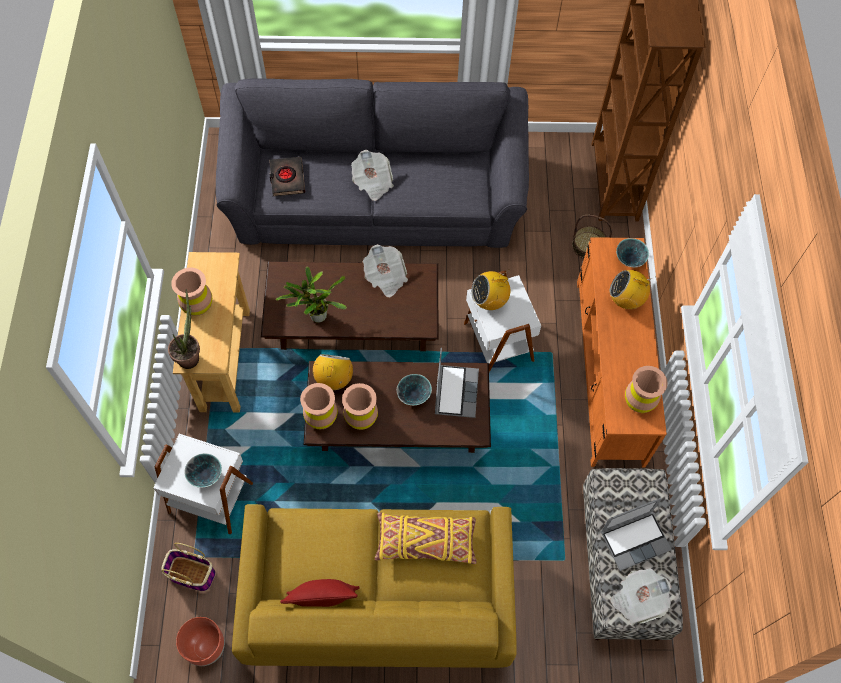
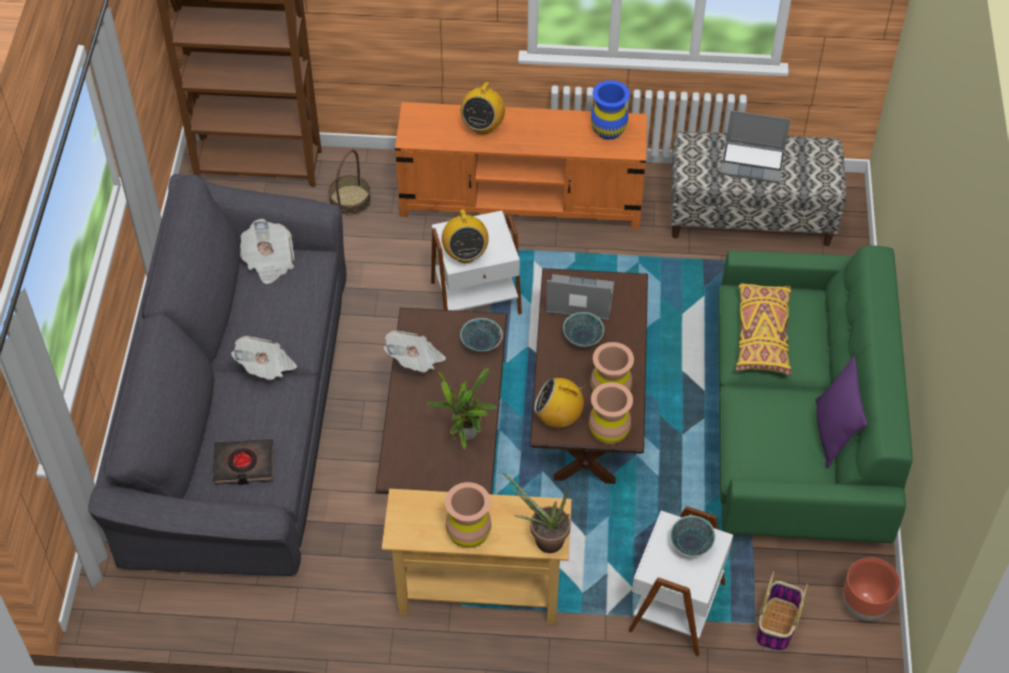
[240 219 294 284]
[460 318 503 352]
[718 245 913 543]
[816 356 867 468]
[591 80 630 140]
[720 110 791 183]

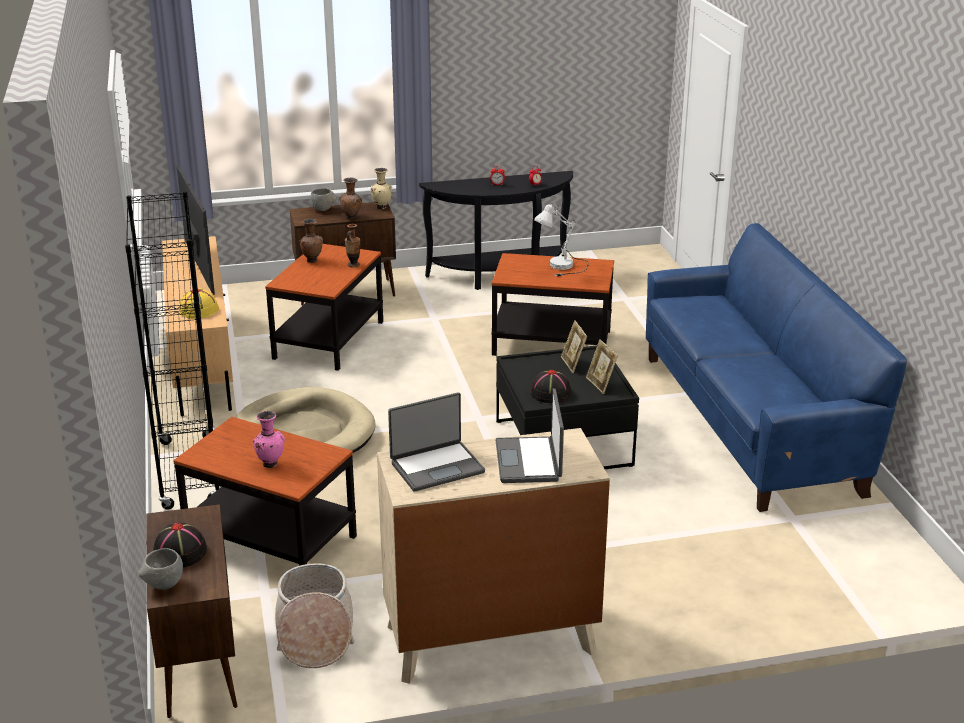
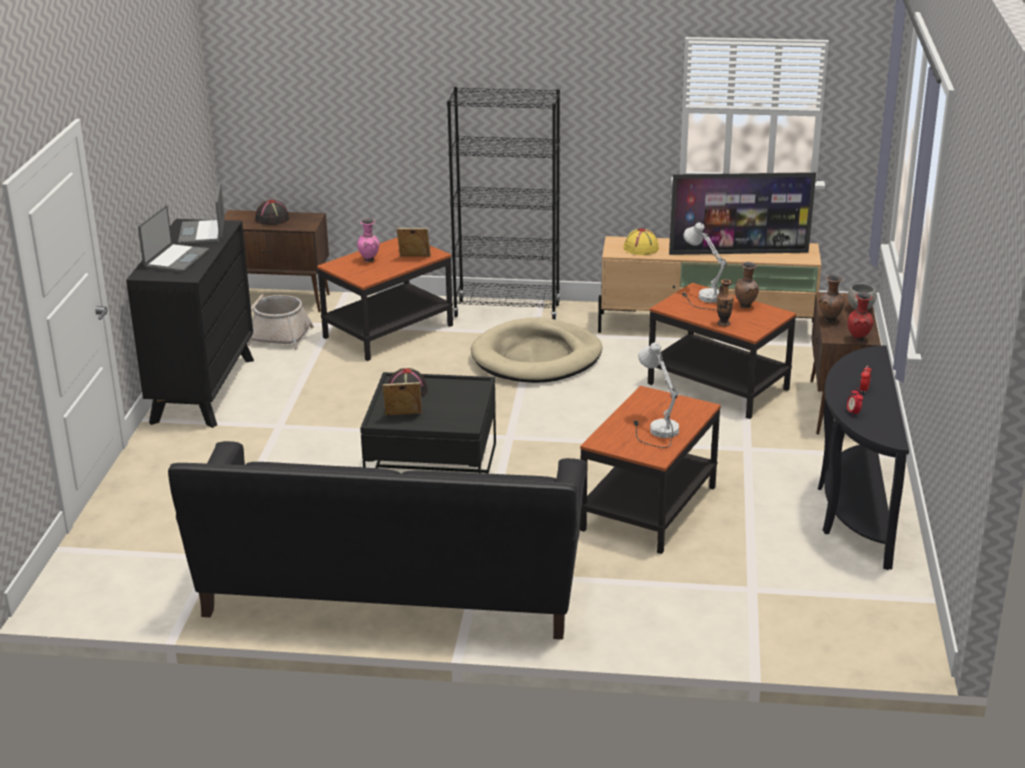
[138 548 183 590] (first image)
[682 222 727 310]
[396 228 431 257]
[848 292 874 342]
[126 219 254 428]
[168 441 587 640]
[138 206 209 273]

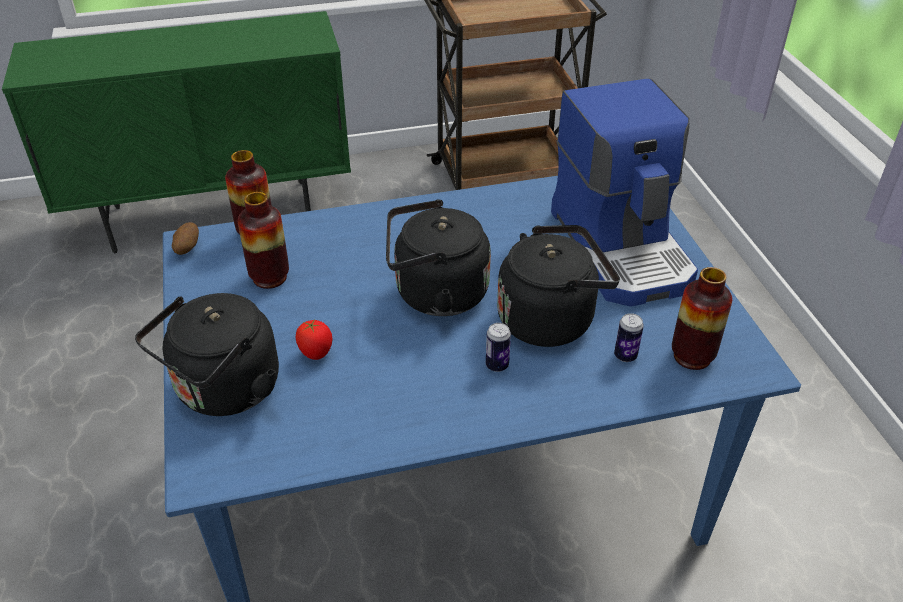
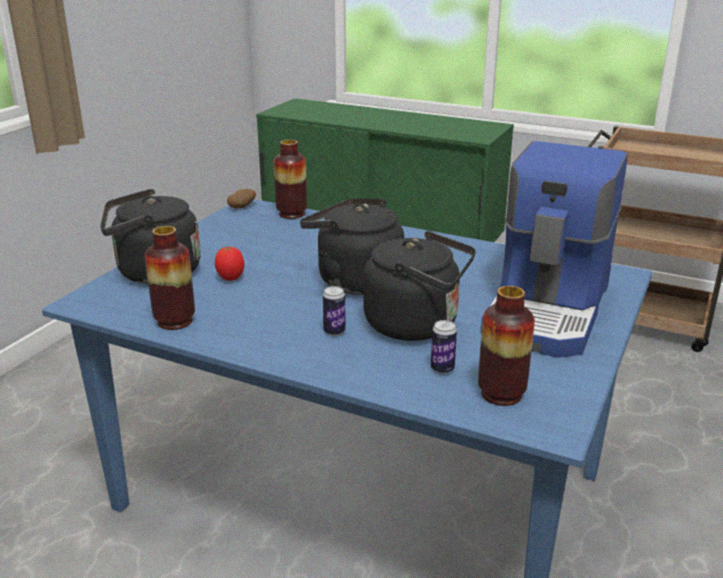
[145 226 195 330]

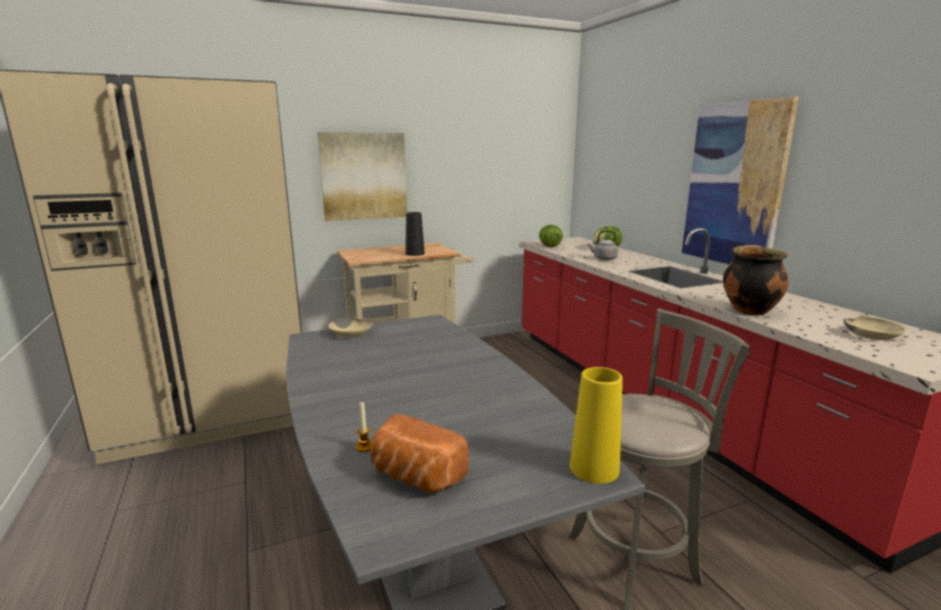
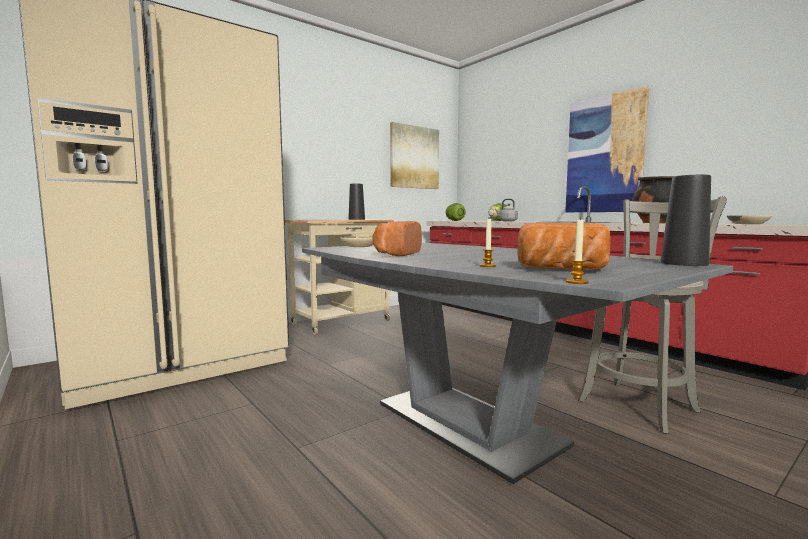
[373 221 422 256]
[566 217 589 284]
[390 122 439 189]
[660 175 711 266]

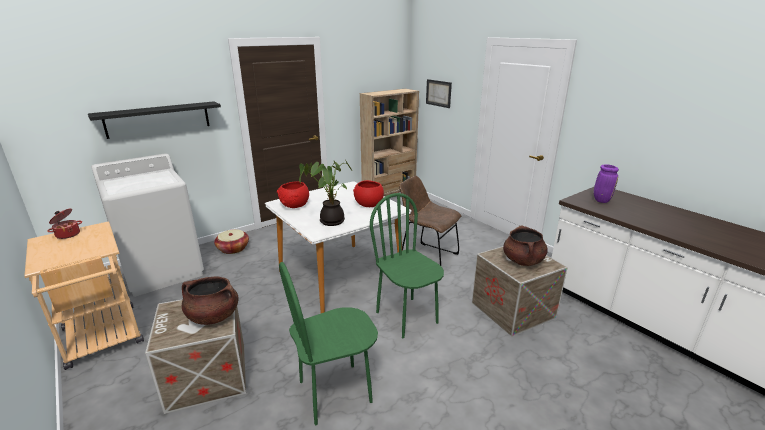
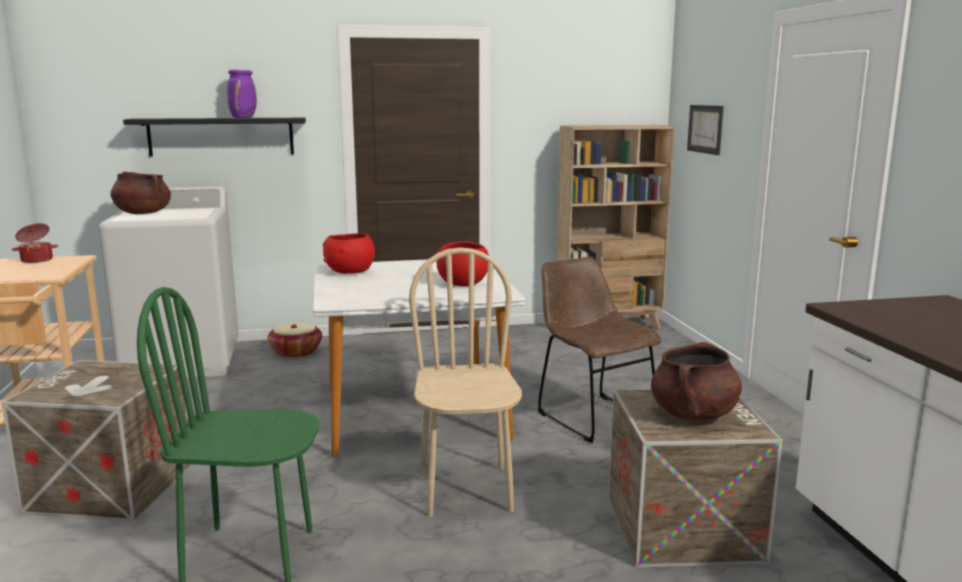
[299 160 354 226] (first image)
[110 171 171 214]
[227 70 257 118]
[409 247 522 517]

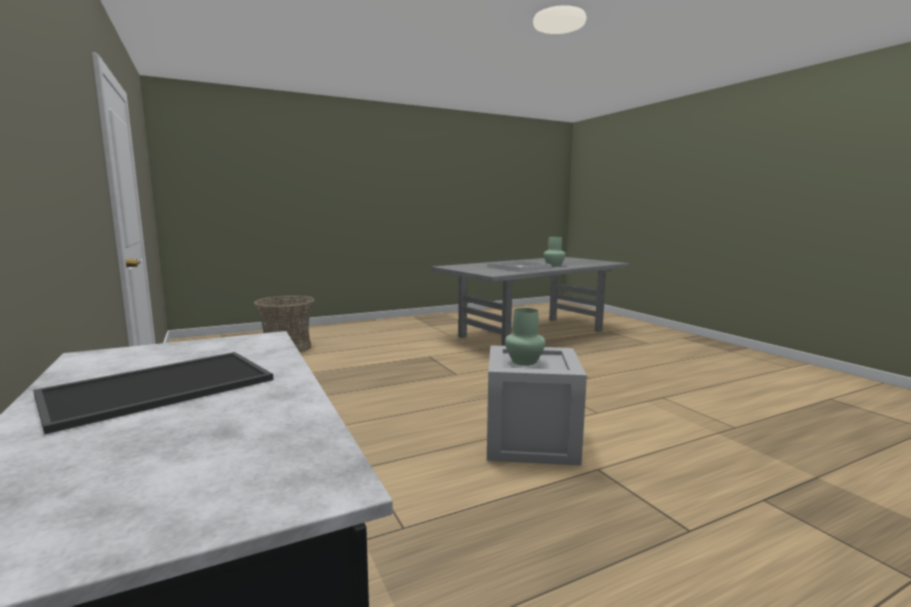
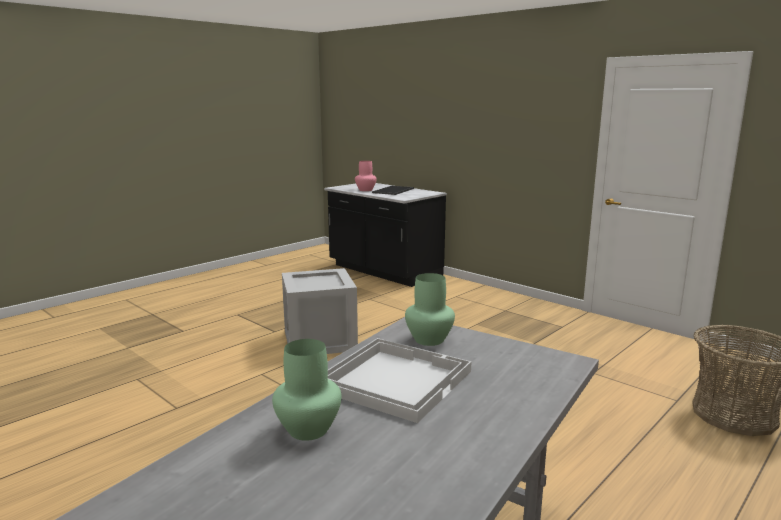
[355 161 377 191]
[405 273 455 346]

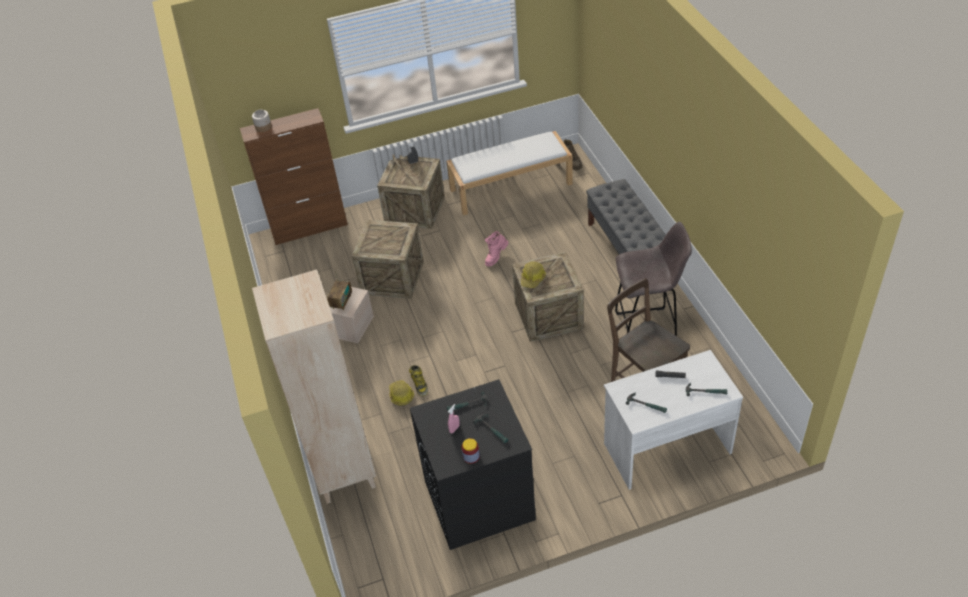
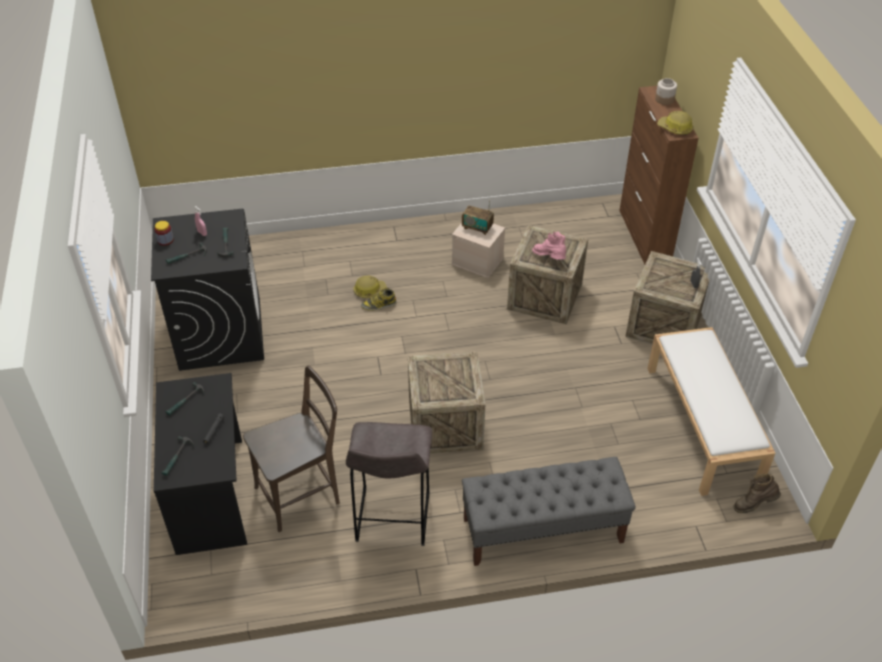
[252 270 376 504] (first image)
[532 232 566 260]
[657 111 694 135]
[154 373 247 555]

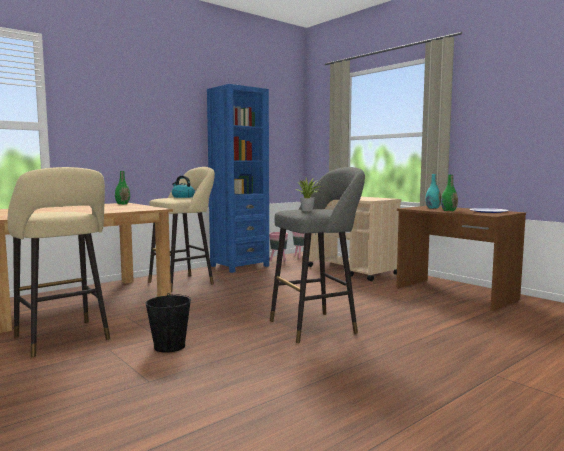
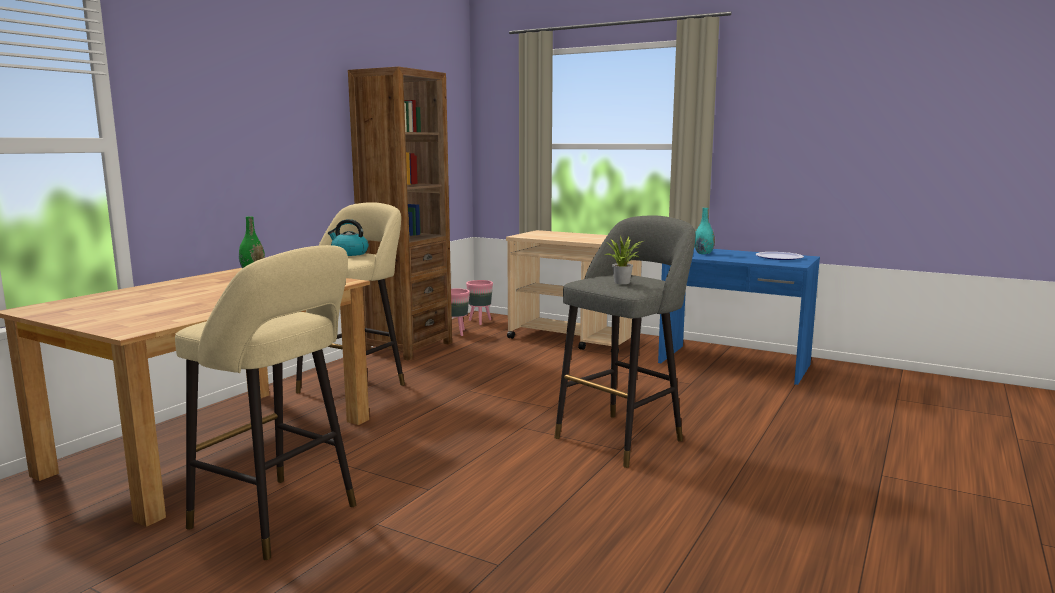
[145 293 191 353] (first image)
[441 175 458 211] (first image)
[348 67 452 361]
[658 247 820 385]

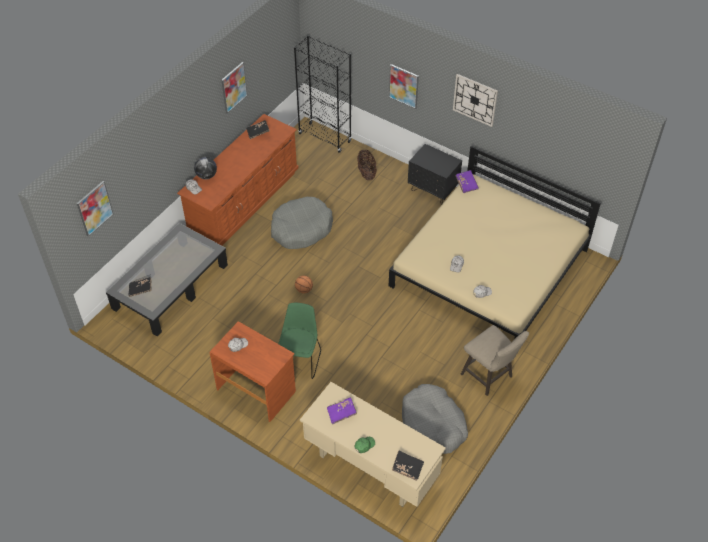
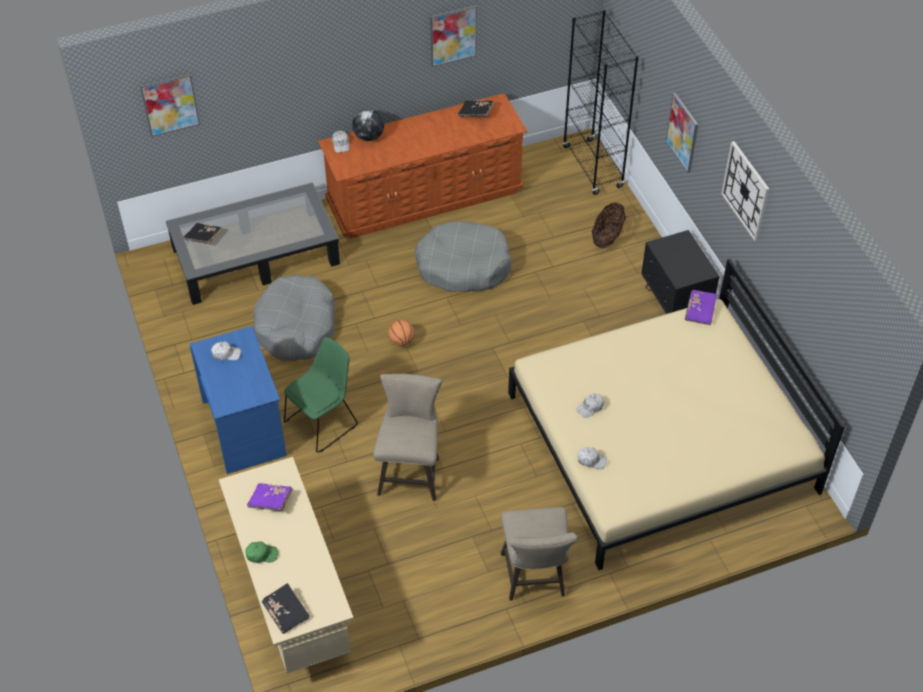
[373 374 442 501]
[253 274 335 361]
[190 326 287 474]

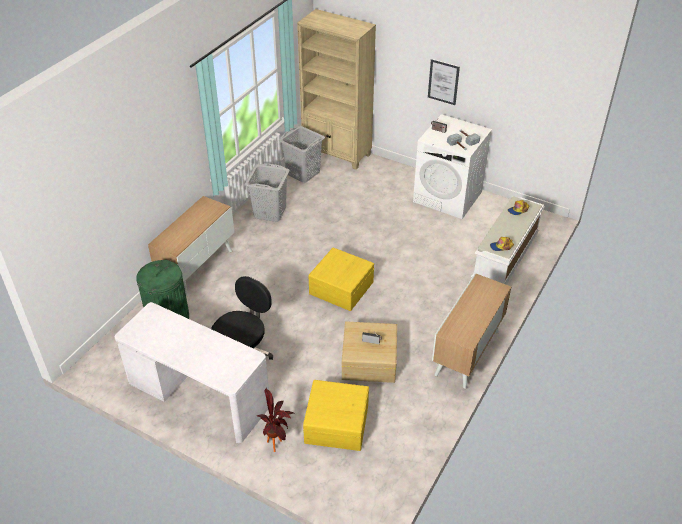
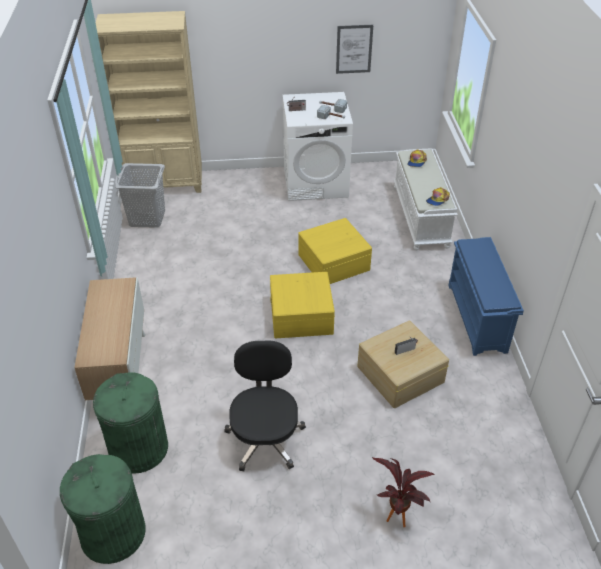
[115 302 269 443] (first image)
[245 163 290 222] (first image)
[60 454 146 564]
[298 218 372 284]
[336 25 373 74]
[448 237 524 356]

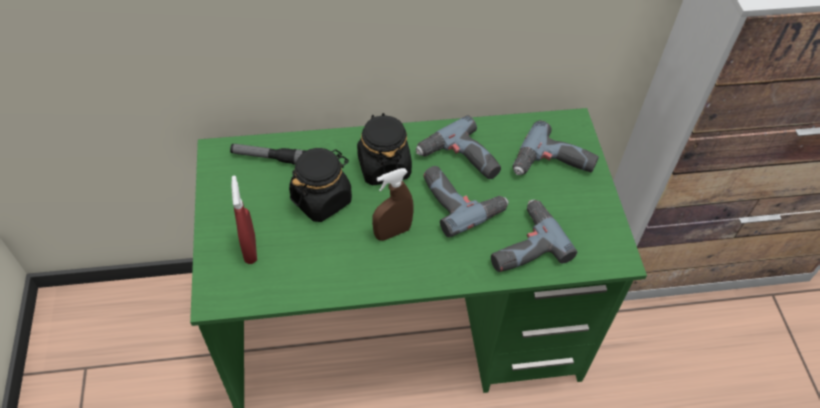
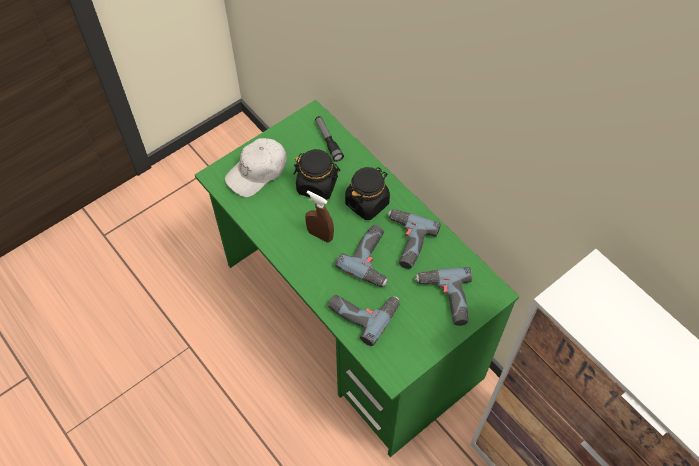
[225 138 287 197]

